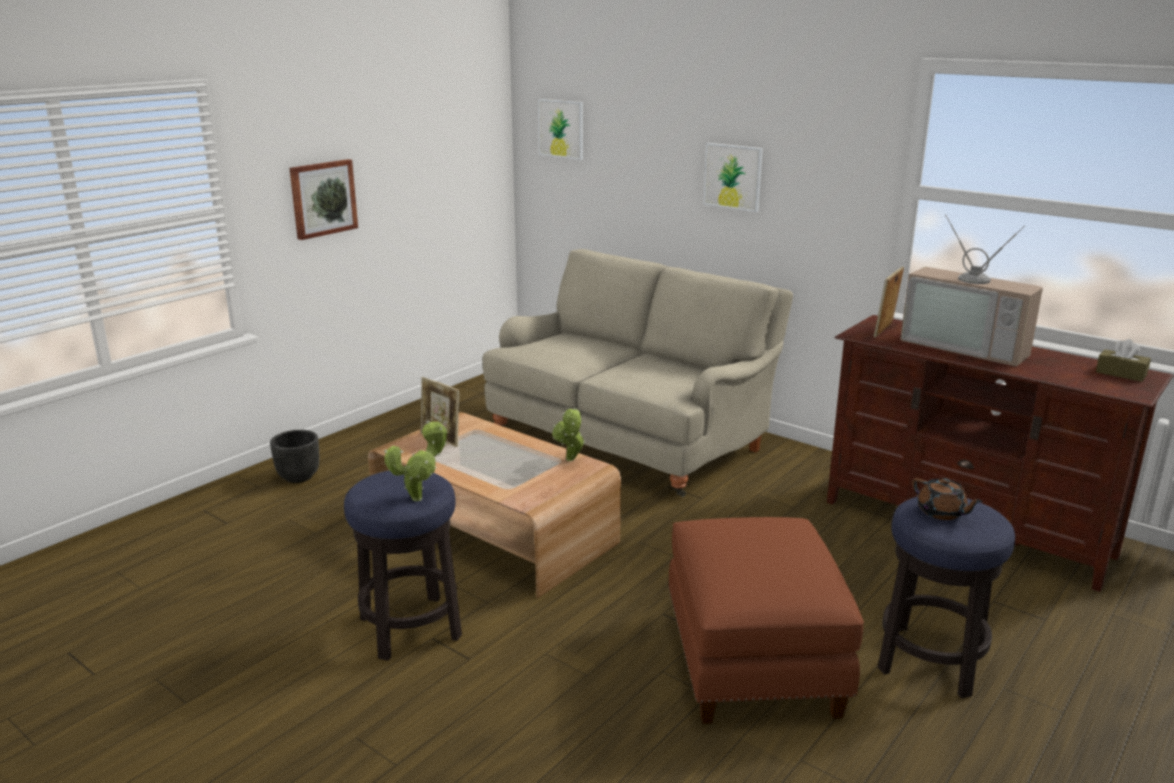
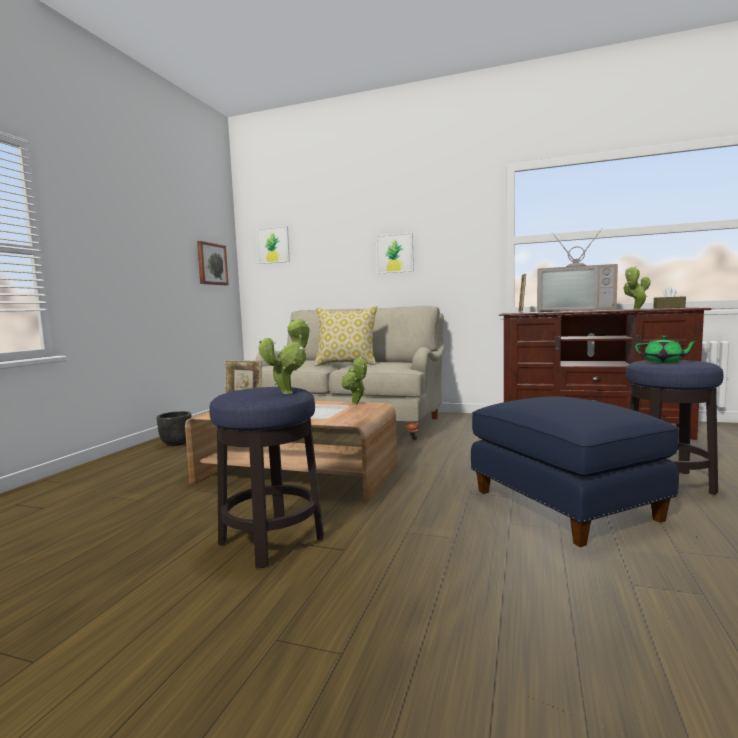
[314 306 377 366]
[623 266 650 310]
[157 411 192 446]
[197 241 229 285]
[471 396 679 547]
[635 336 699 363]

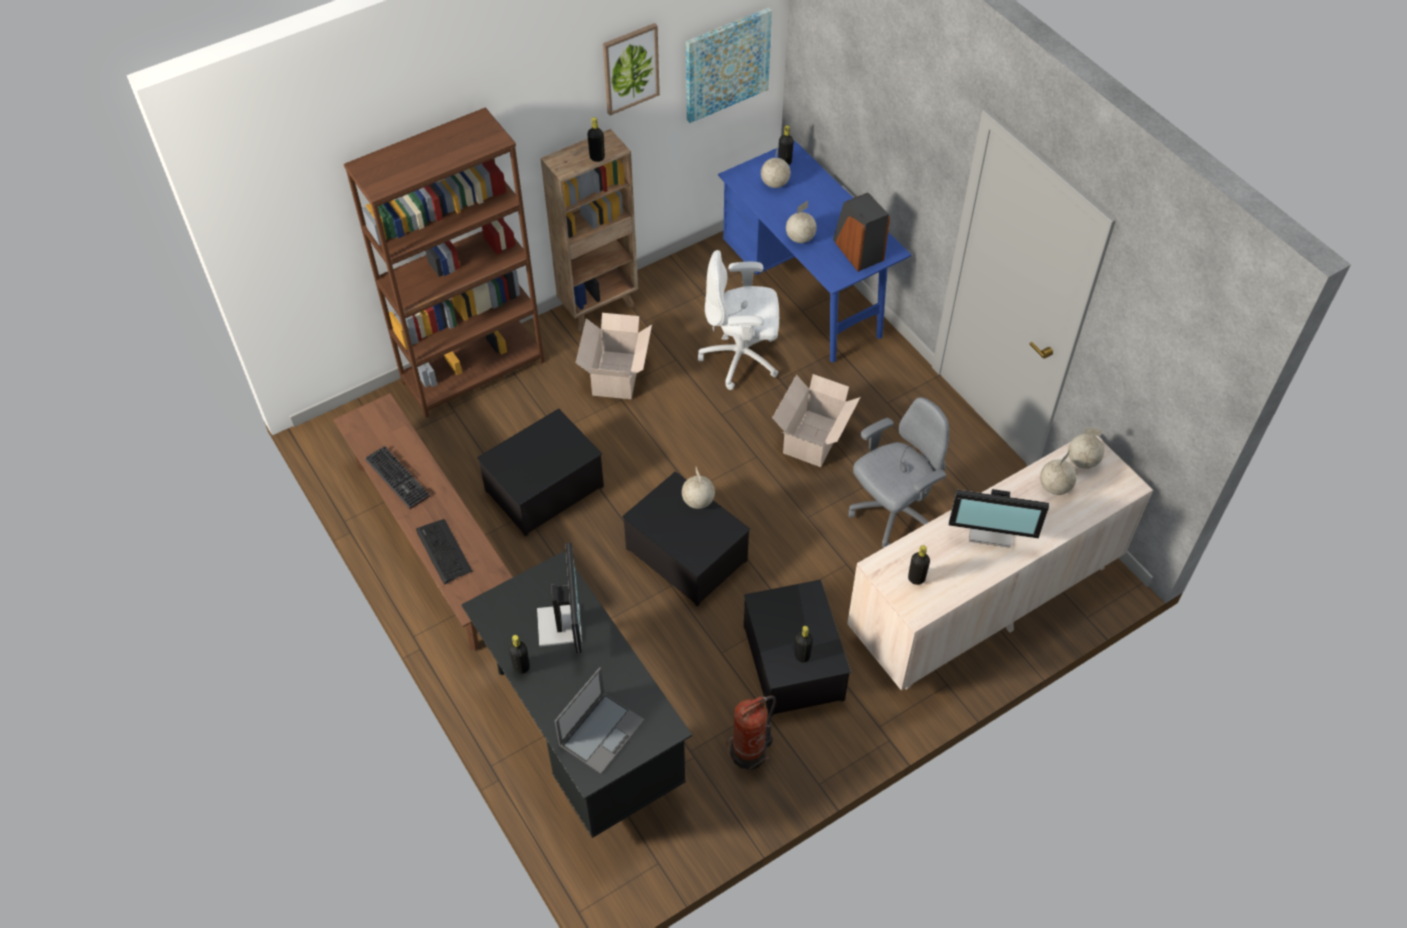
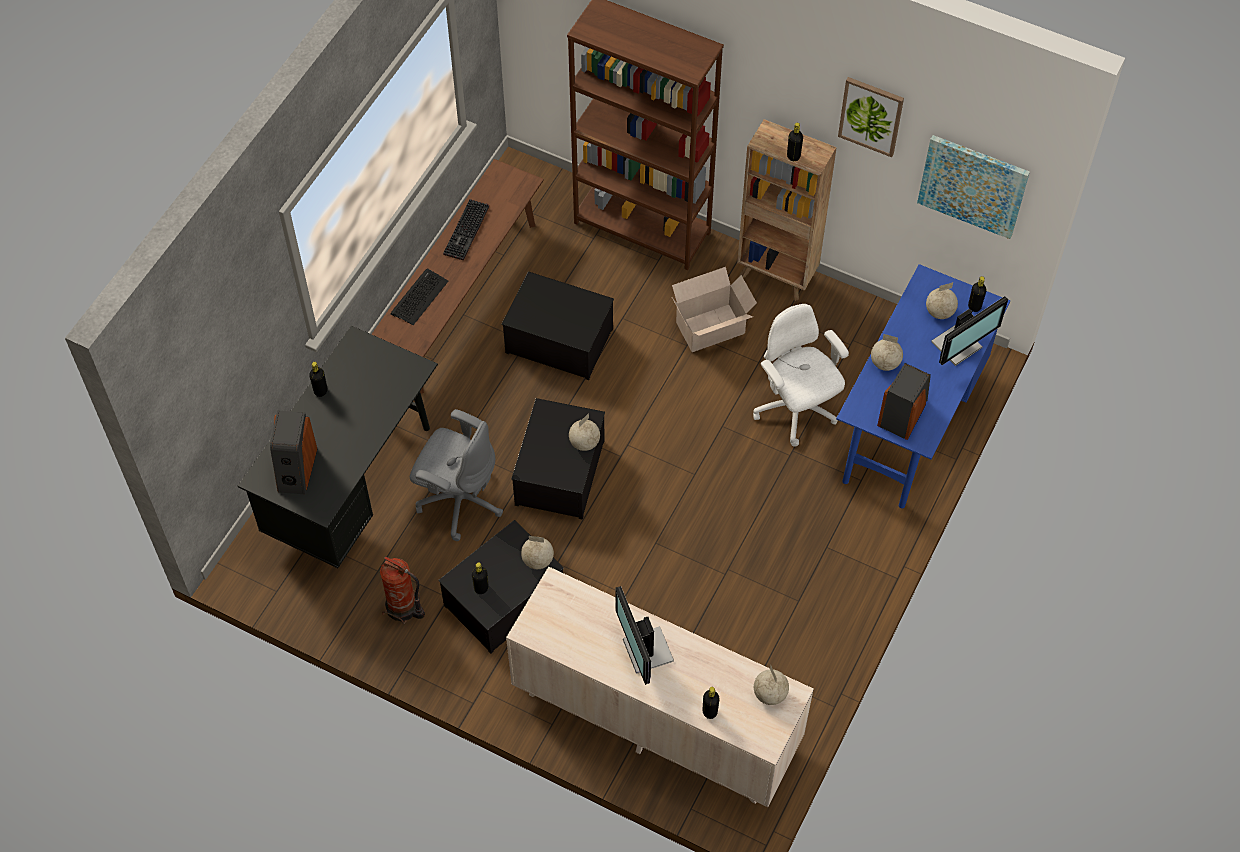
[772 374 861 467] (first image)
[931 296 1008 366]
[410 409 503 541]
[702 687 720 719]
[521 536 554 569]
[270 410 317 494]

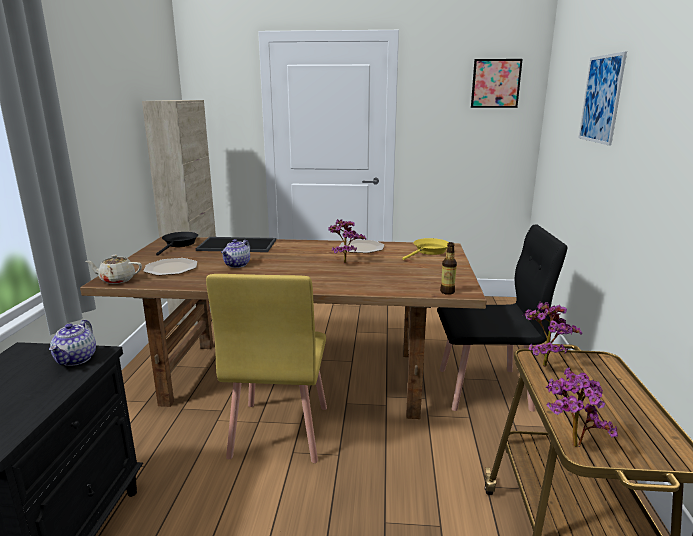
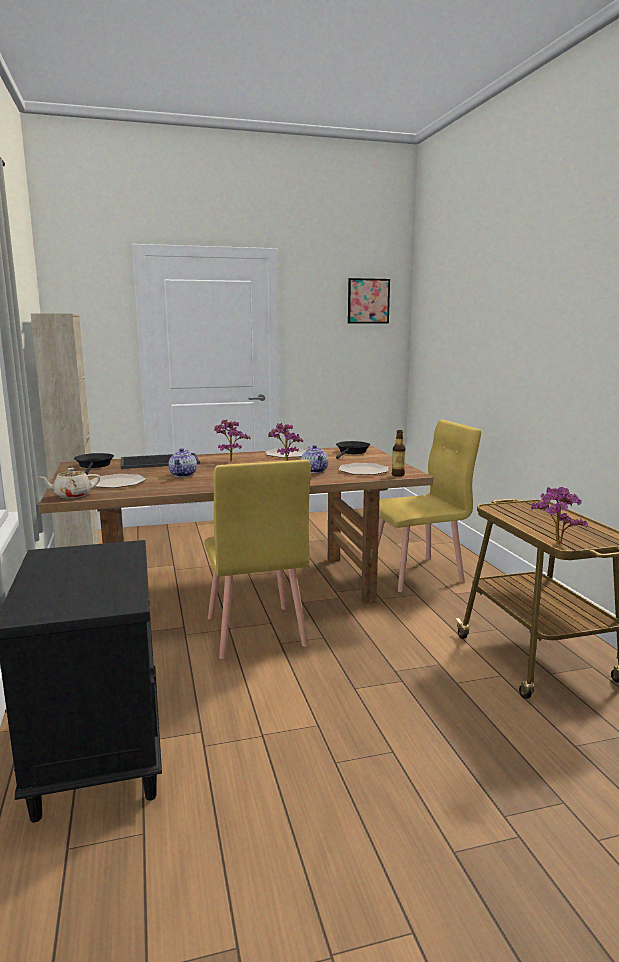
[579 51 627 146] (first image)
[339 463 388 475]
[301 445 328 473]
[214 420 250 461]
[336 441 370 459]
[378 419 481 592]

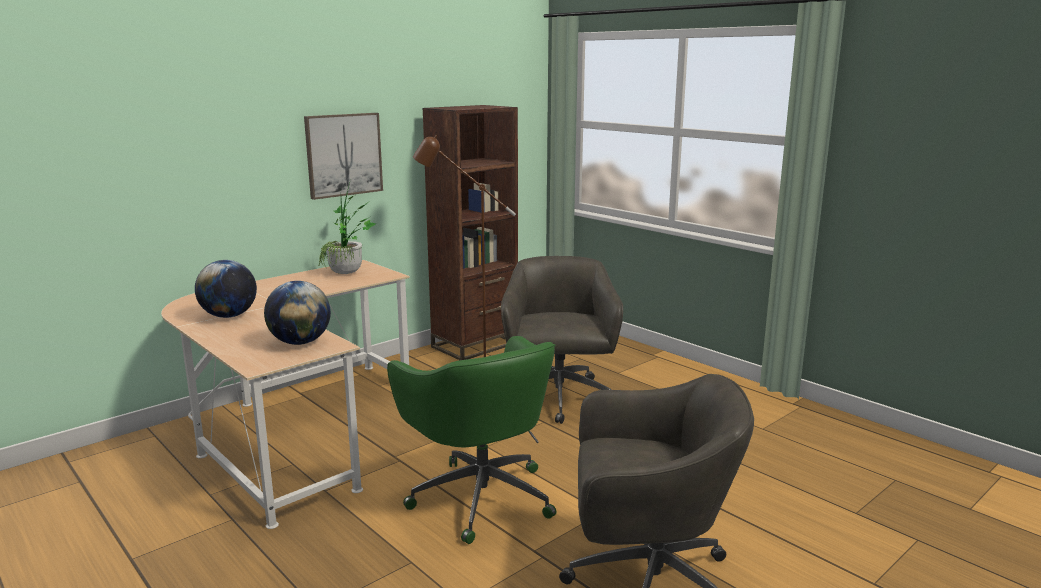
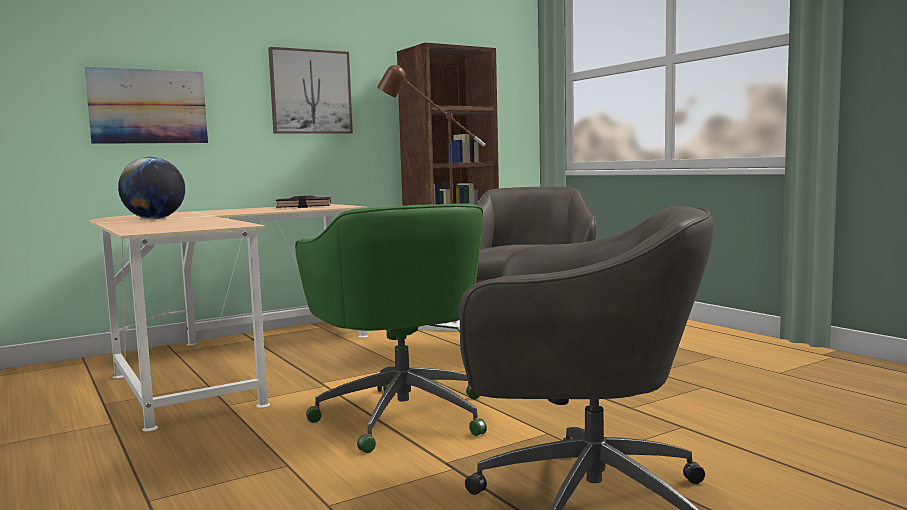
[264 281 331 345] (first image)
[85 67 208 144]
[276 196 331 208]

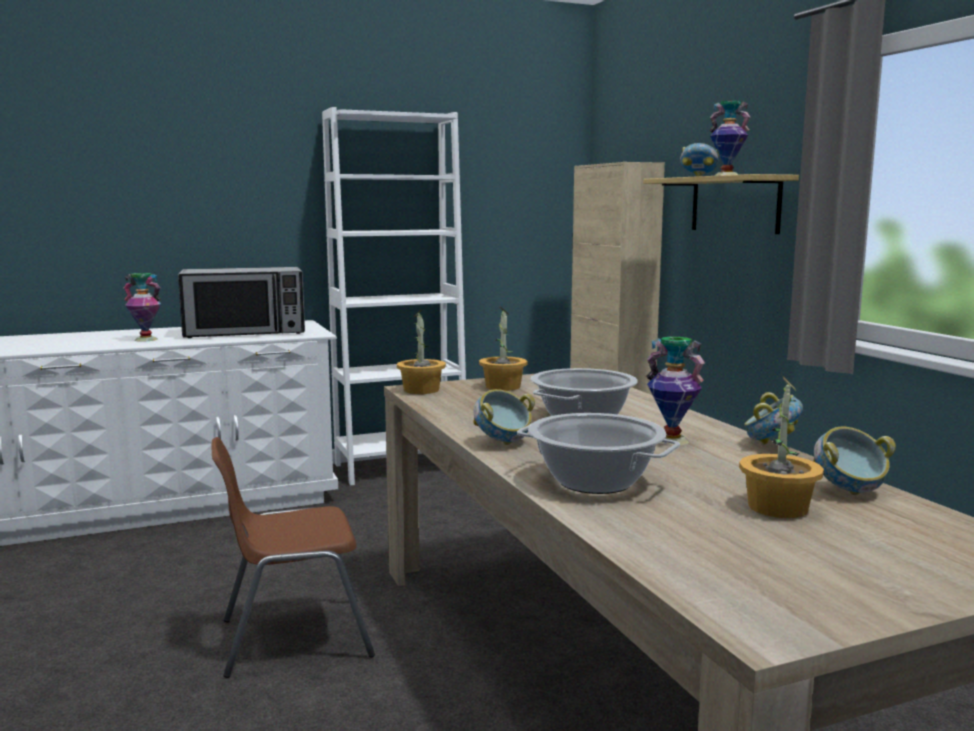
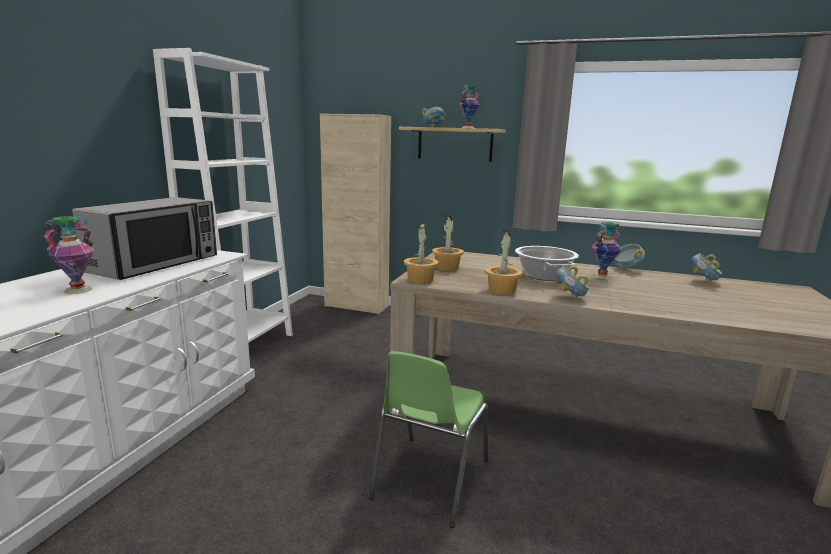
[517 413 680 494] (first image)
[485 230 523 295]
[369 351 488 528]

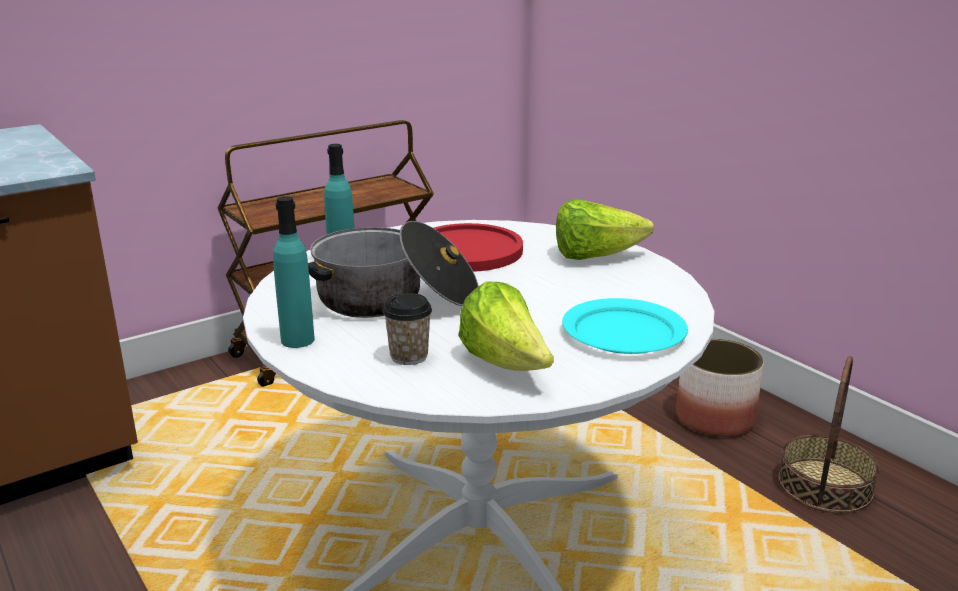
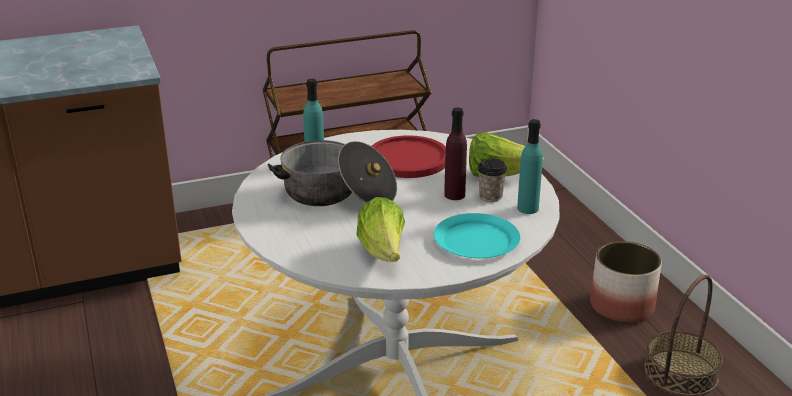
[444 107 467 200]
[517 119 543 214]
[478 158 507 202]

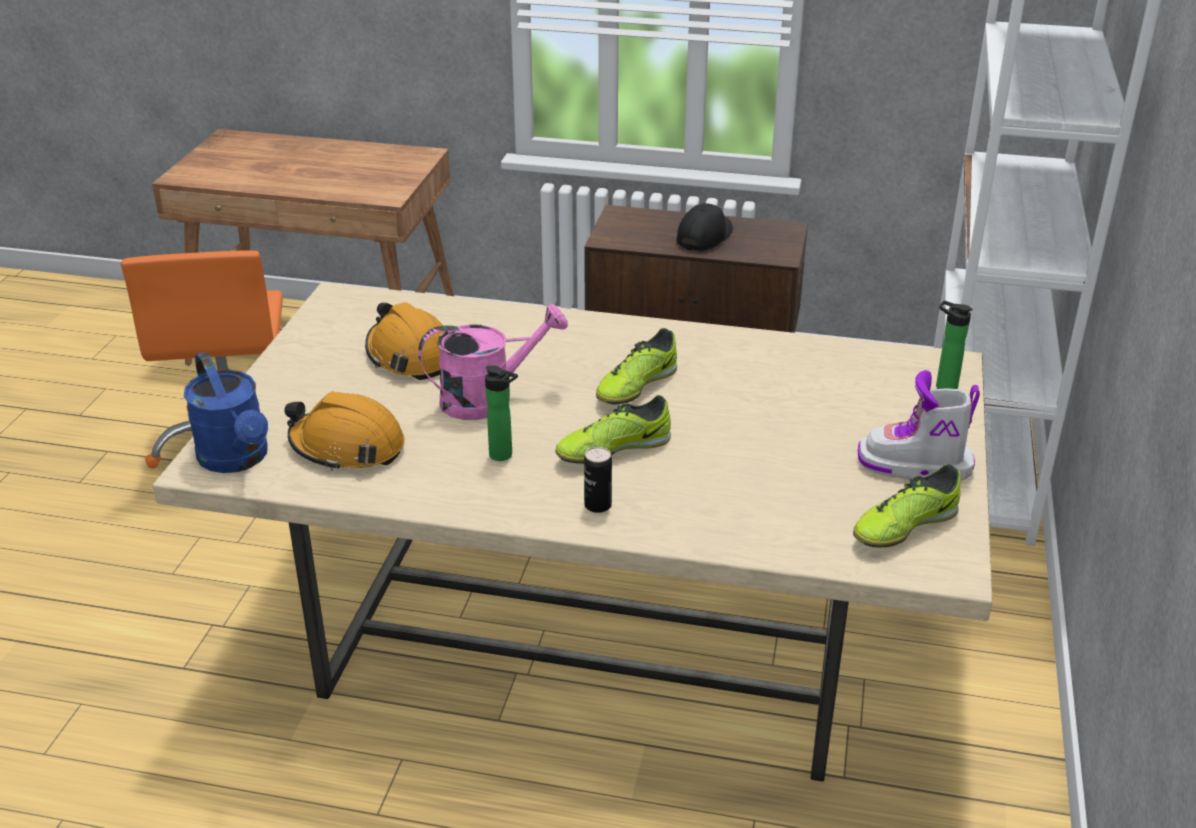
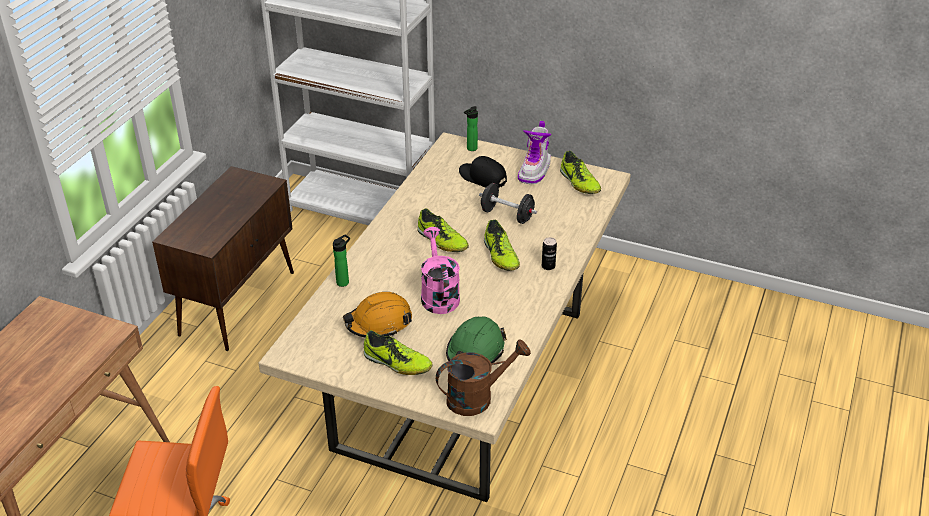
[364 330 433 375]
[479 183 537 224]
[333 235 350 287]
[459 156 507 188]
[436 339 531 416]
[446 317 507 363]

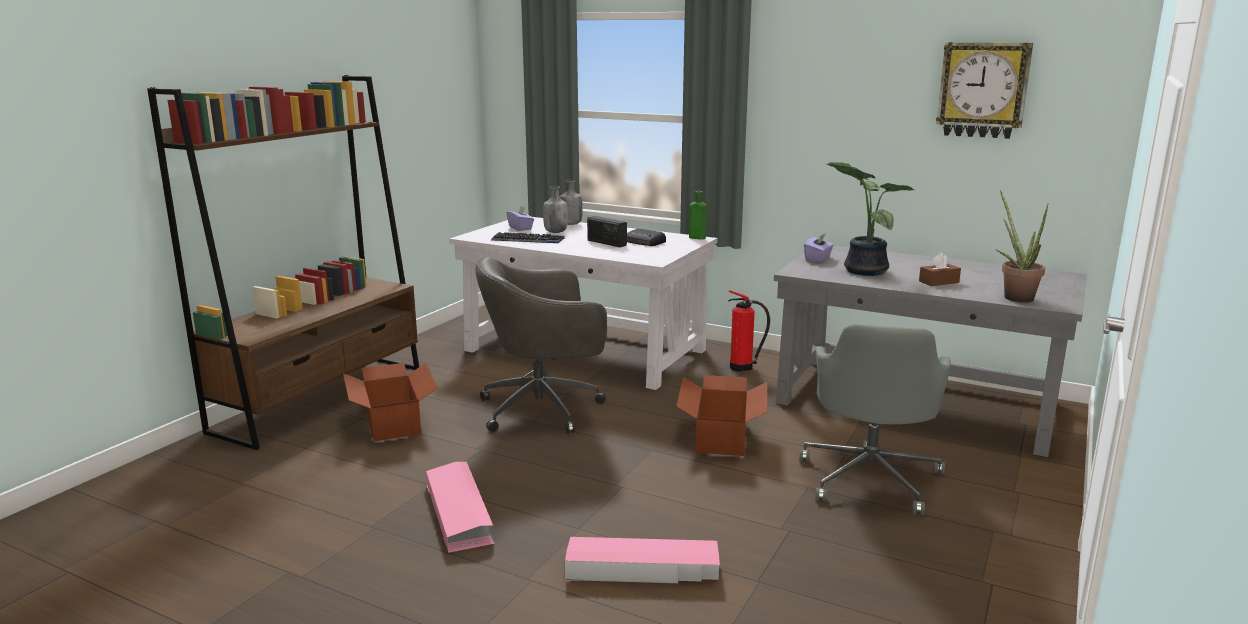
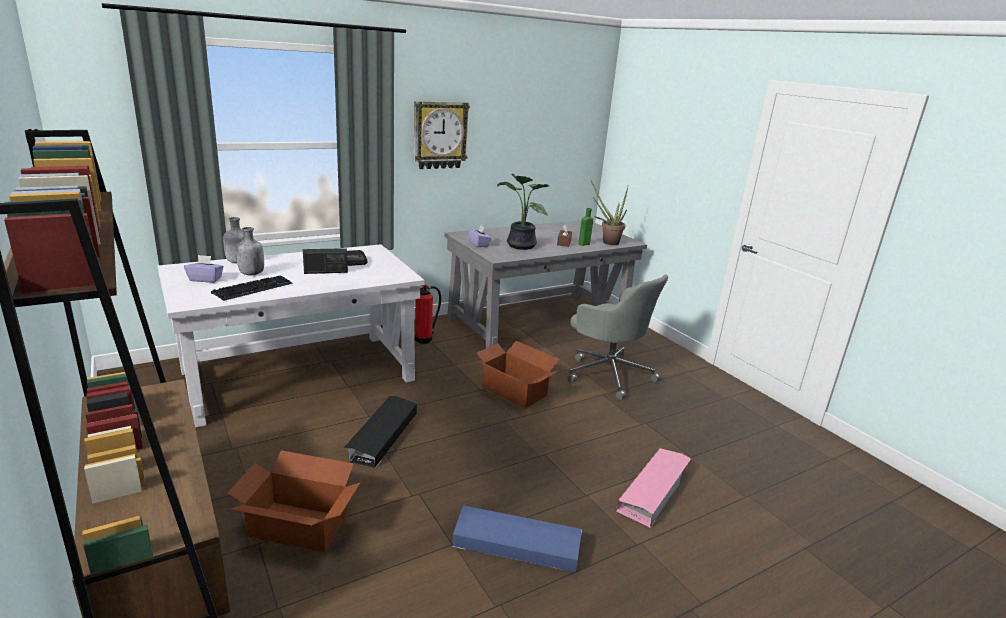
[578 208 593 246]
[414 101 470 169]
[344 396 417 468]
[452 506 582 572]

